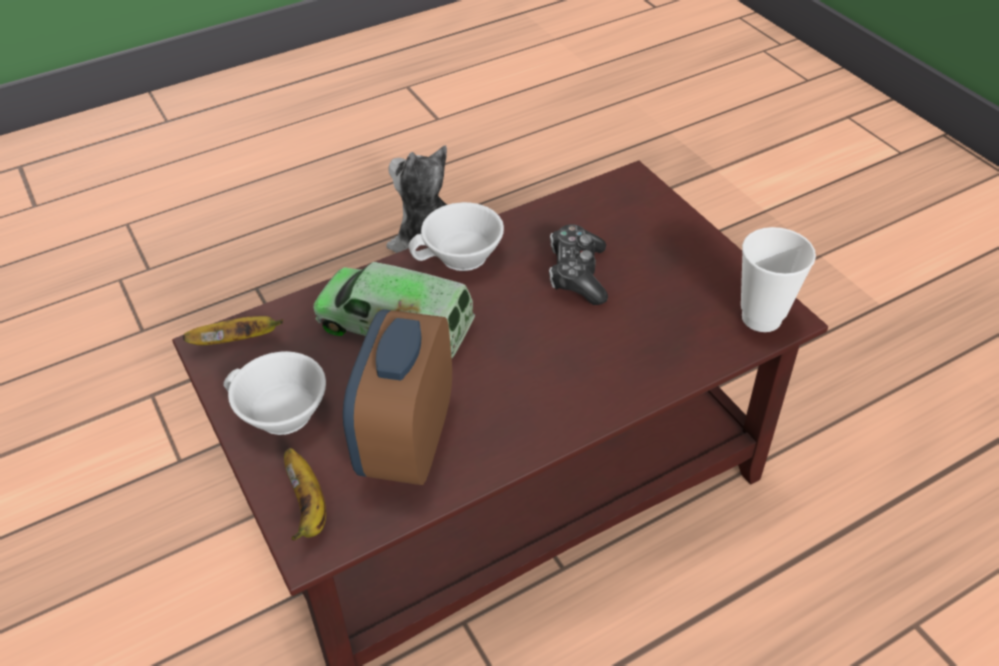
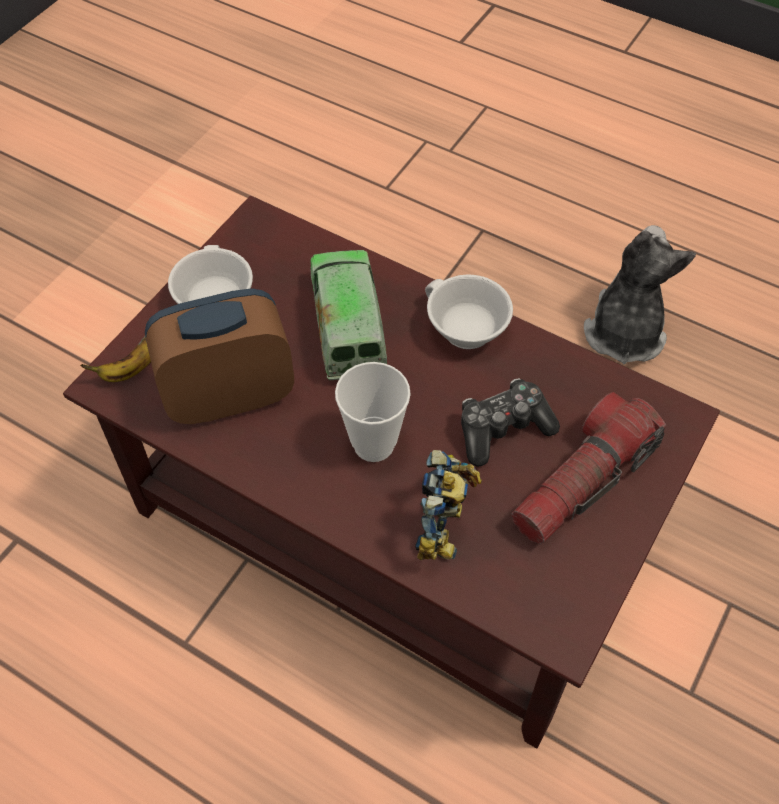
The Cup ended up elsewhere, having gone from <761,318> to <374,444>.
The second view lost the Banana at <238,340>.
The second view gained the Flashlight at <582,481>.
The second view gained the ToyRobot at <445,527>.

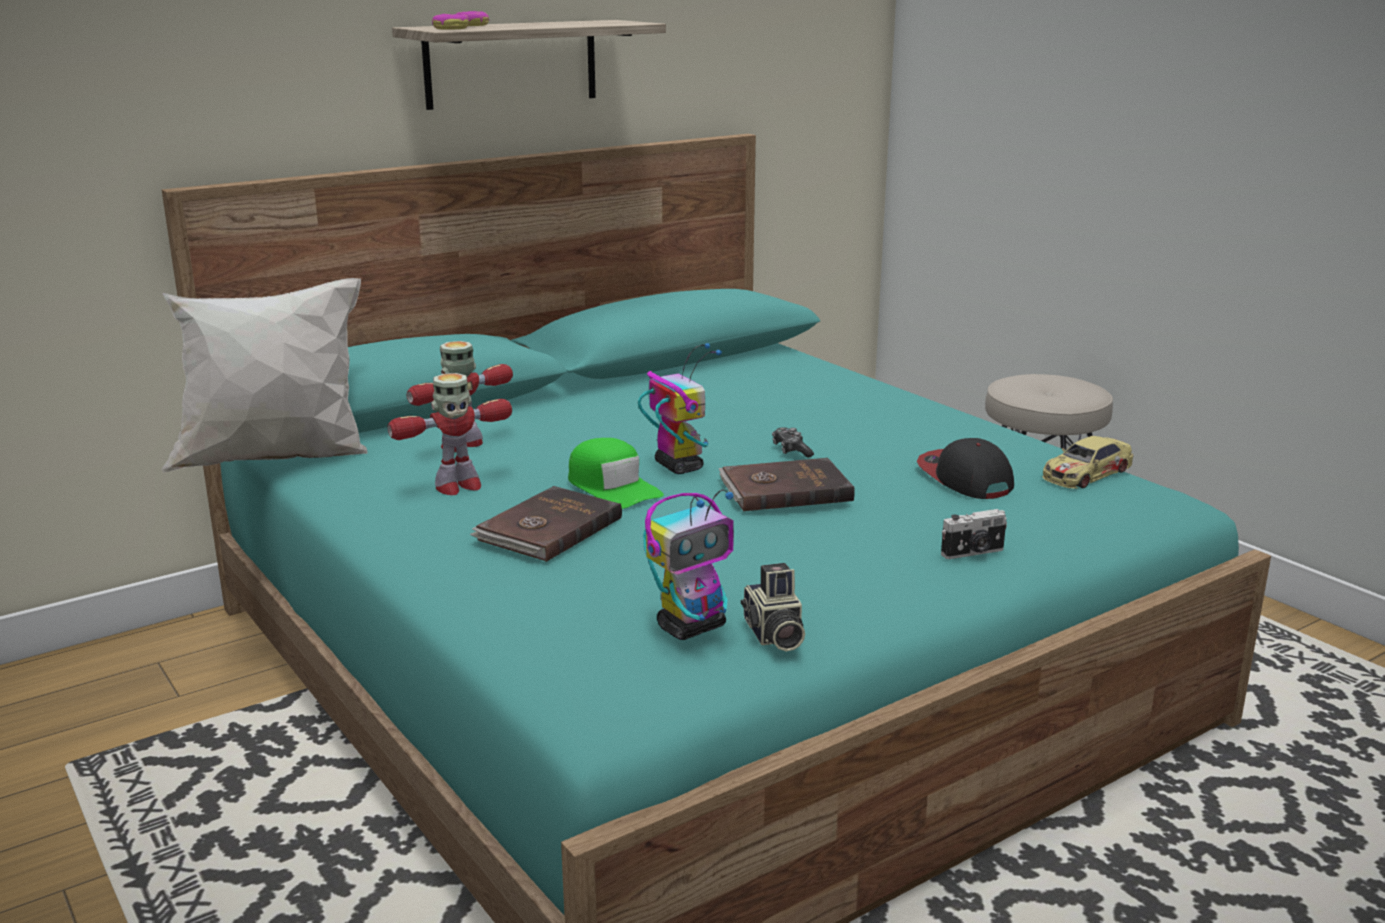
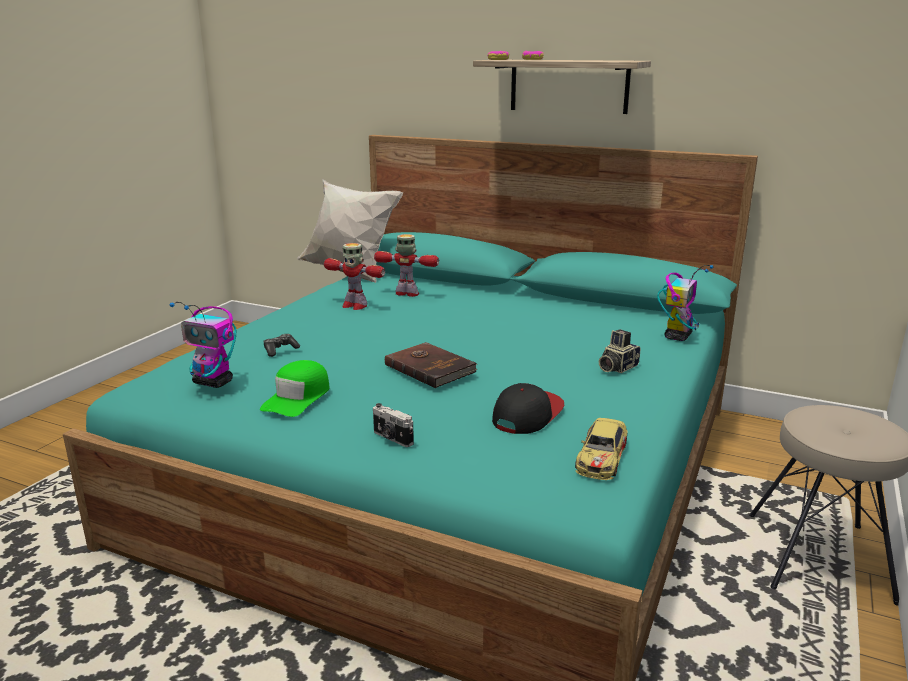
The ToyRobot ended up elsewhere, having gone from <678,466> to <678,336>.
The GameController ended up elsewhere, having gone from <791,450> to <280,350>.
The ToyCar at <1086,473> ended up facing another way, 90 degrees counterclockwise from before.
The GreenCap ended up elsewhere, having gone from <612,487> to <297,398>.
The second view lost the BrownBook at <547,529>.
The PhotoCamera ended up elsewhere, having gone from <773,635> to <616,367>.

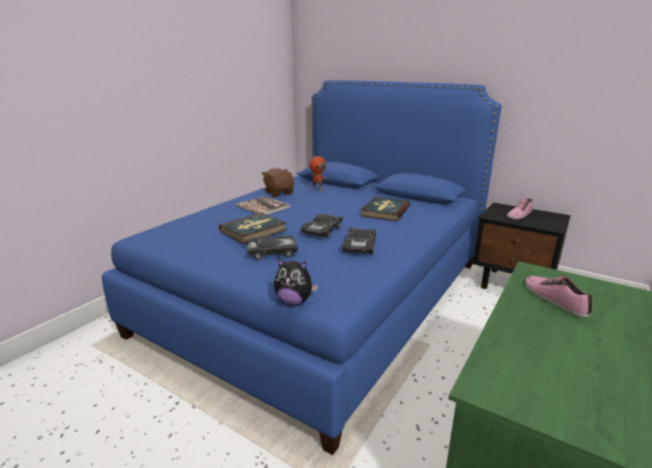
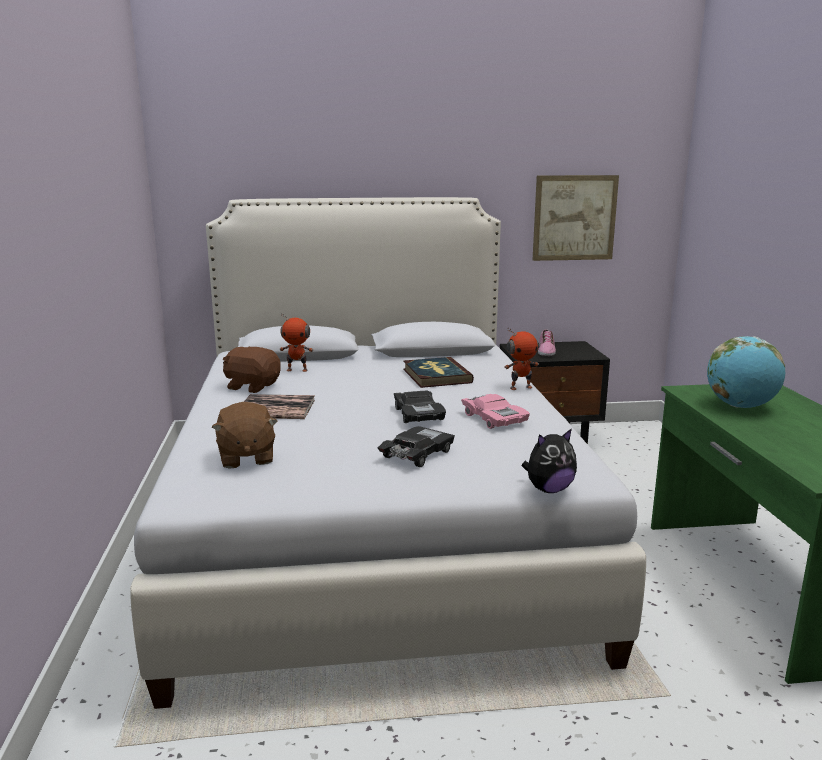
What was the BlueBed at <322,295> turned into the WhiteBed at <373,525>.
The second view lost the Book at <253,230>.
What was the BlackToyCar at <360,247> turned into the PinkToyCar at <494,418>.
Where the Shoe stood at <555,299>, the Globe came to stand at <740,406>.
The second view gained the Picture at <574,218>.
The second view gained the ToyRobot at <520,387>.
The second view gained the BrownPlushToy at <246,457>.

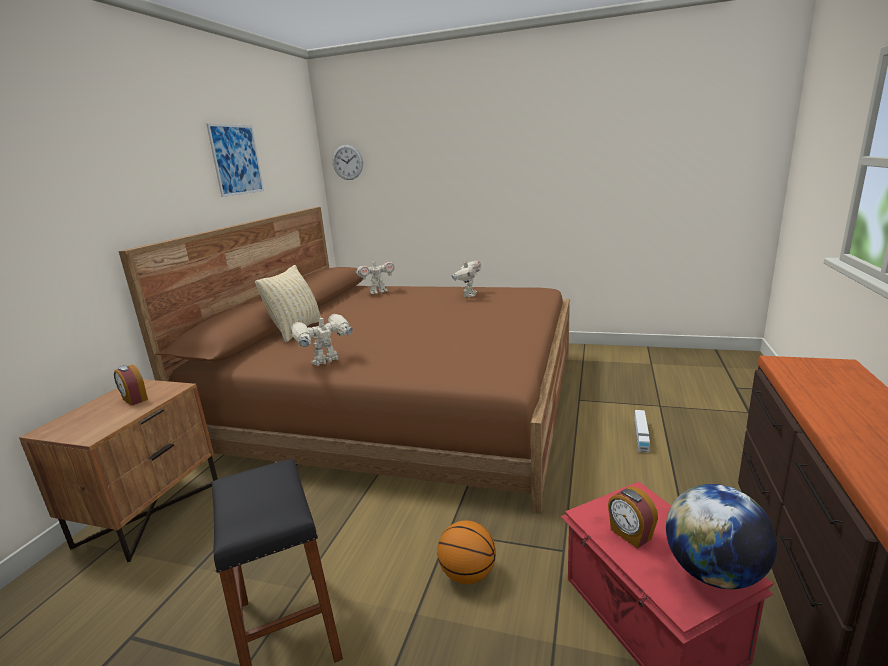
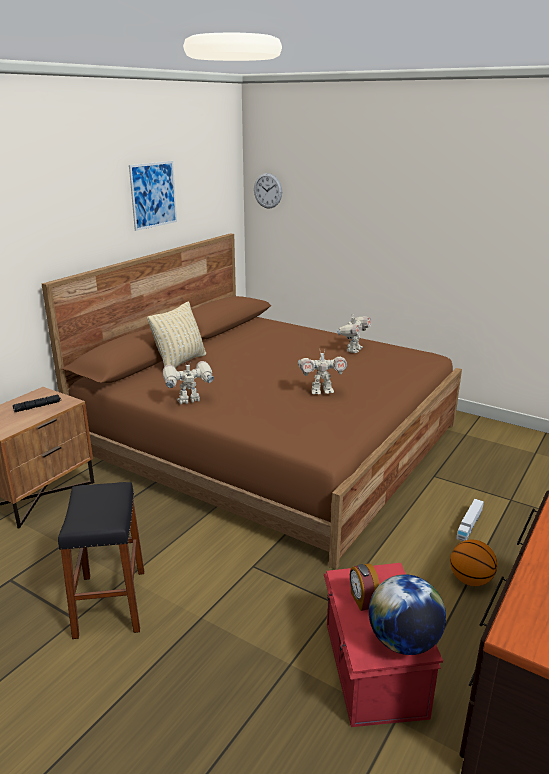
The ToyRobot ended up elsewhere, having gone from <378,292> to <321,391>.
Where the AlarmClock stood at <134,400>, the BlackFlashlight came to stand at <38,407>.
The Basketball ended up elsewhere, having gone from <467,574> to <470,580>.

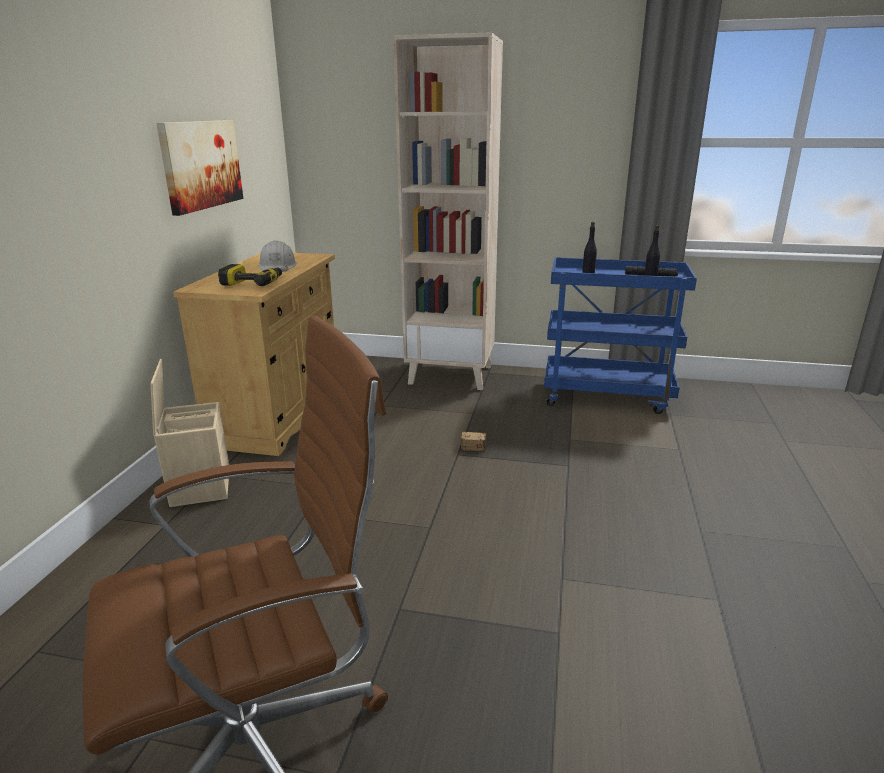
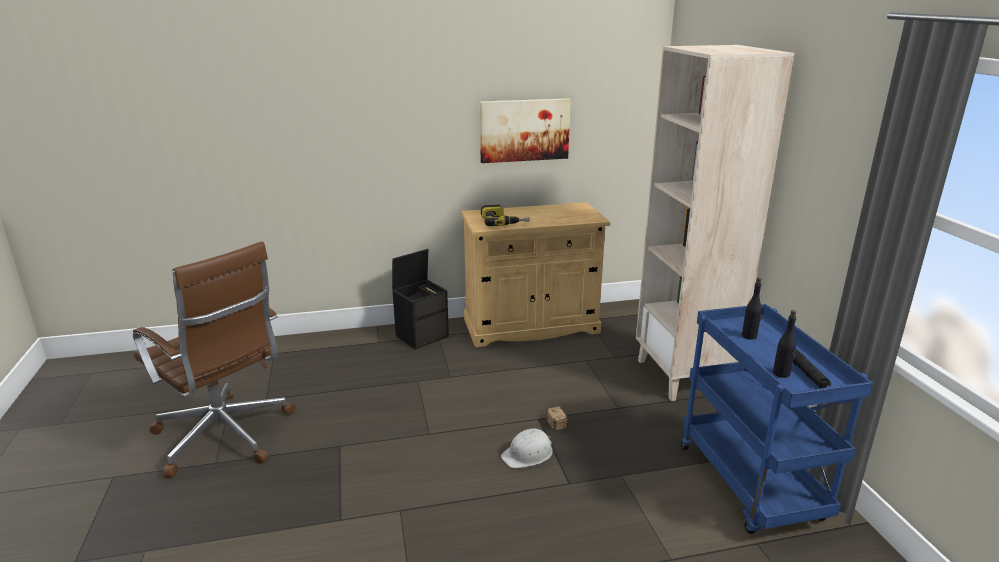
The WhiteHardHat ended up elsewhere, having gone from <278,266> to <528,454>.
What was the BeigeStorageBox at <199,485> turned into the BlackStorageBox at <422,335>.

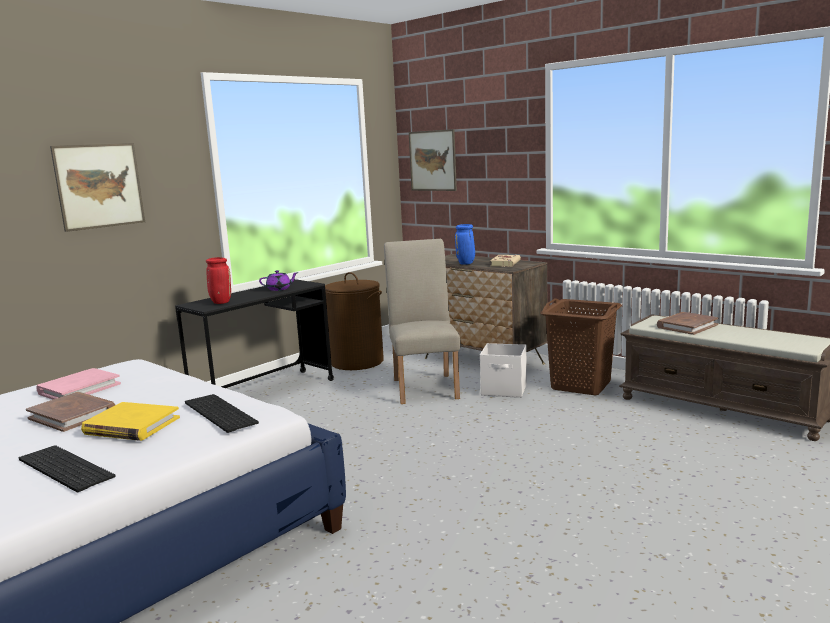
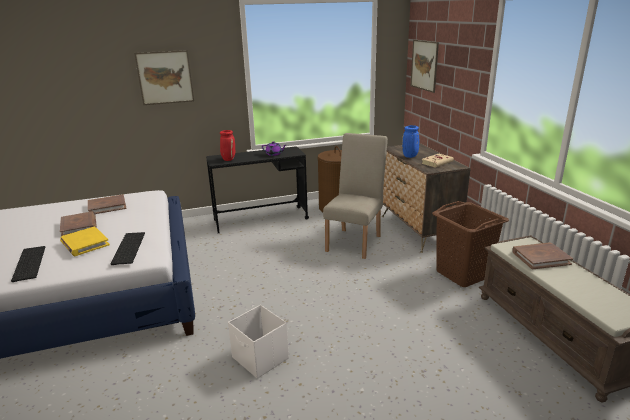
The WhiteStorageBox ended up elsewhere, having gone from <505,390> to <260,359>.
What was the PinkBook at <79,389> turned into the BrownBook at <107,206>.

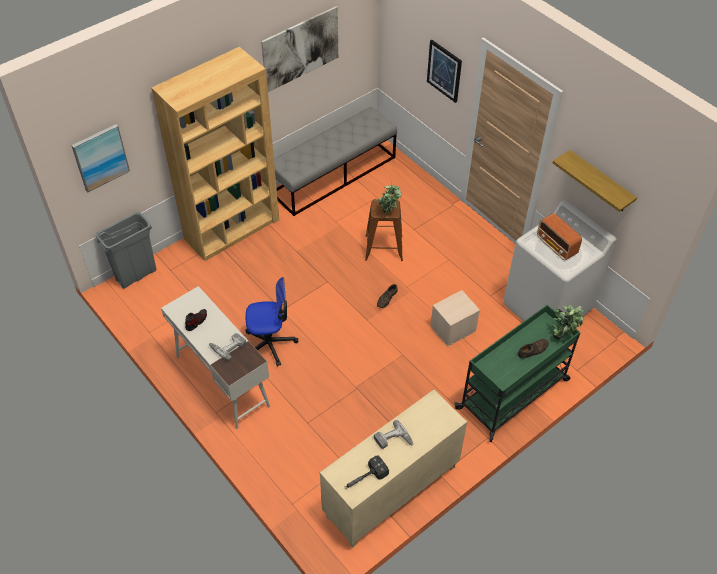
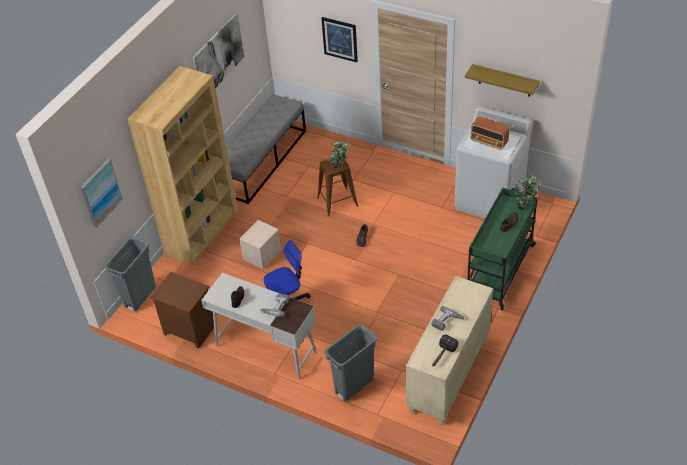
The BeigeStorageBox ended up elsewhere, having gone from <453,329> to <262,255>.
The second view gained the BrownNightstand at <189,330>.
The second view gained the GreyTrashCan at <354,386>.

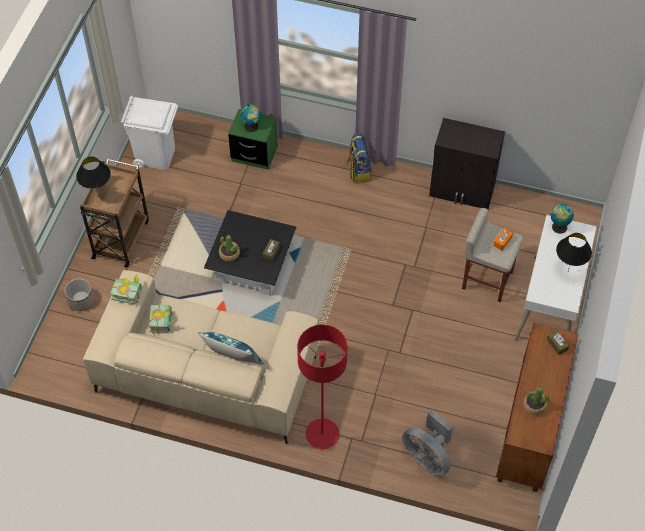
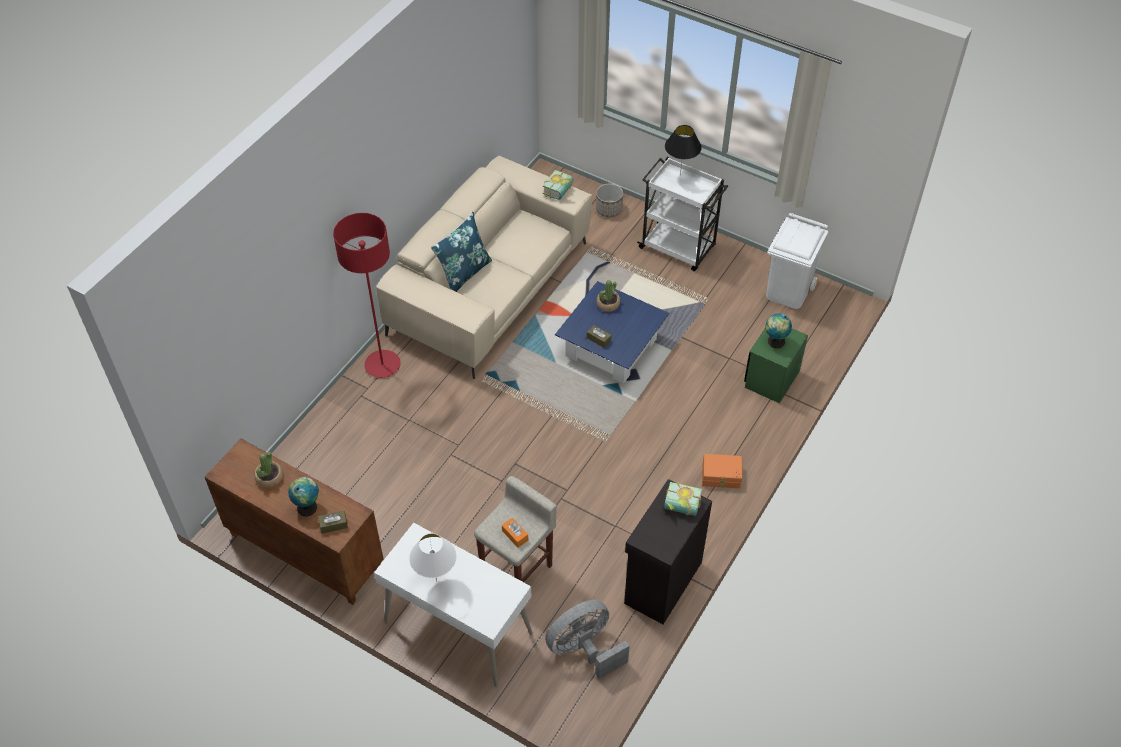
Where the Backpack stood at <358,171>, the OrangeStorageBox came to stand at <721,476>.
What was the BrownCart at <121,238> turned into the WhiteCart at <678,248>.
The Globe ended up elsewhere, having gone from <558,227> to <308,506>.
What was the BlackCoffeeTable at <252,265> turned into the BlueCoffeeTable at <611,347>.
What was the BlackTableLamp at <567,271> turned into the WhiteTableLamp at <436,581>.
The Book ended up elsewhere, having gone from <164,322> to <681,508>.
The GreyFan ended up elsewhere, having gone from <427,457> to <584,649>.

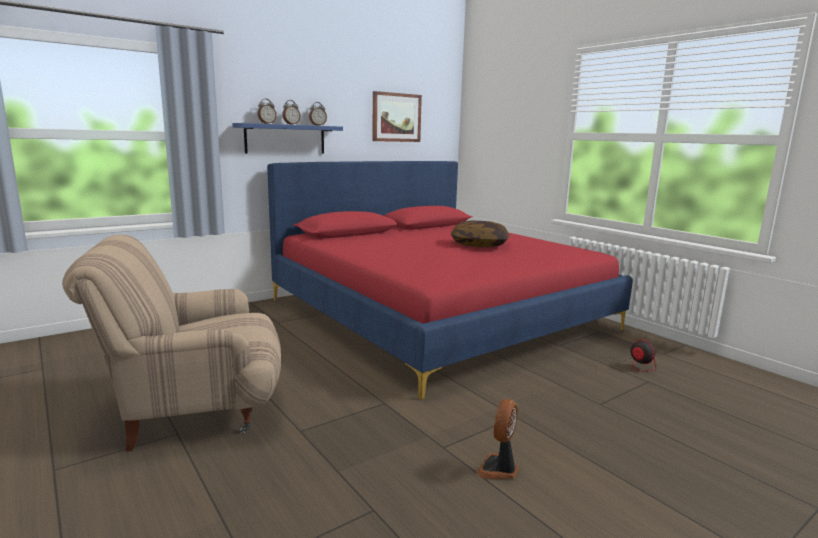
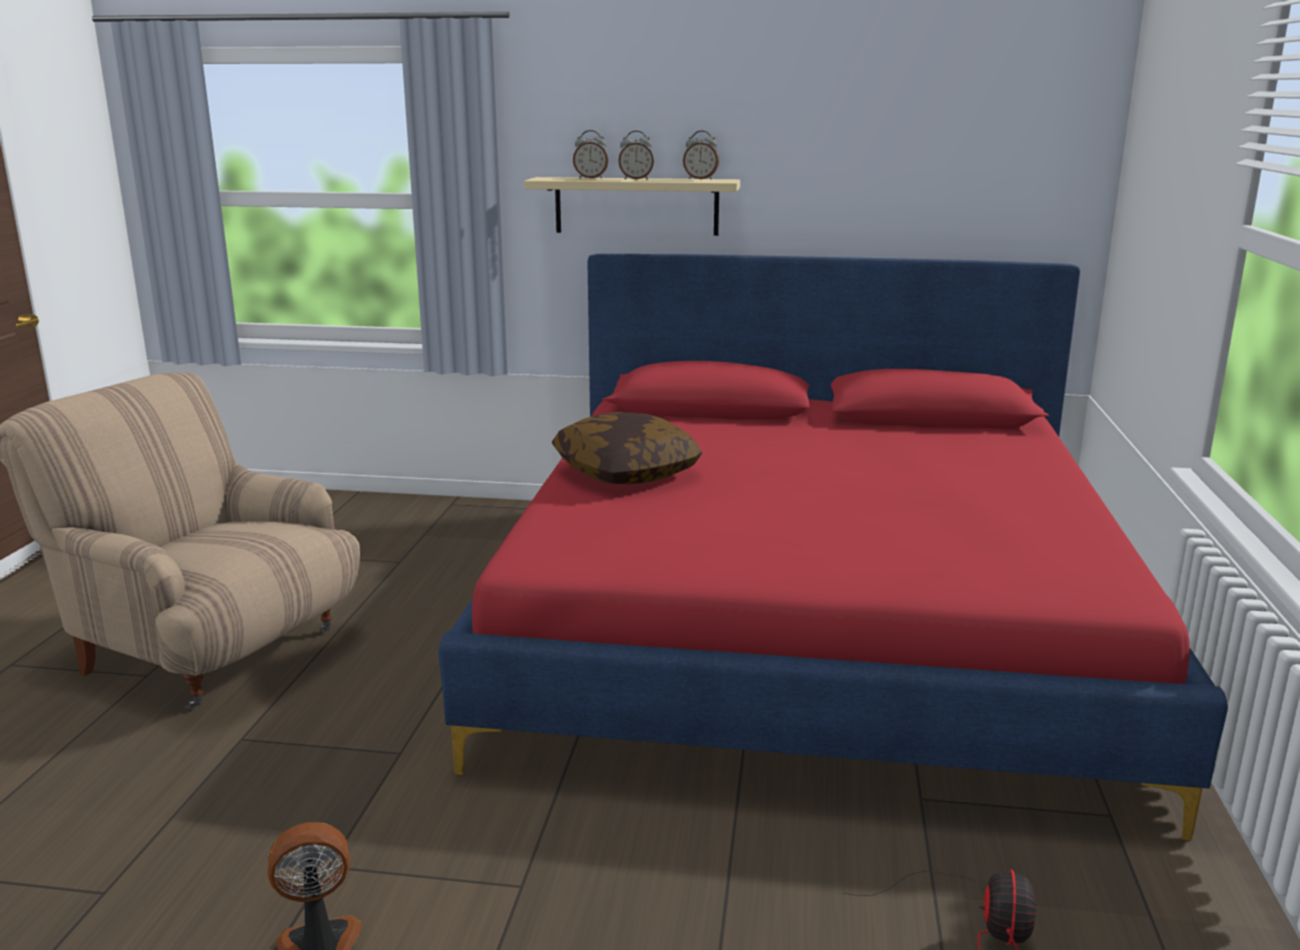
The second view lost the Picture at <396,117>.
What was the BlueShelf at <285,139> turned into the BeigeShelf at <636,206>.
The Pillow ended up elsewhere, having gone from <479,245> to <625,472>.

